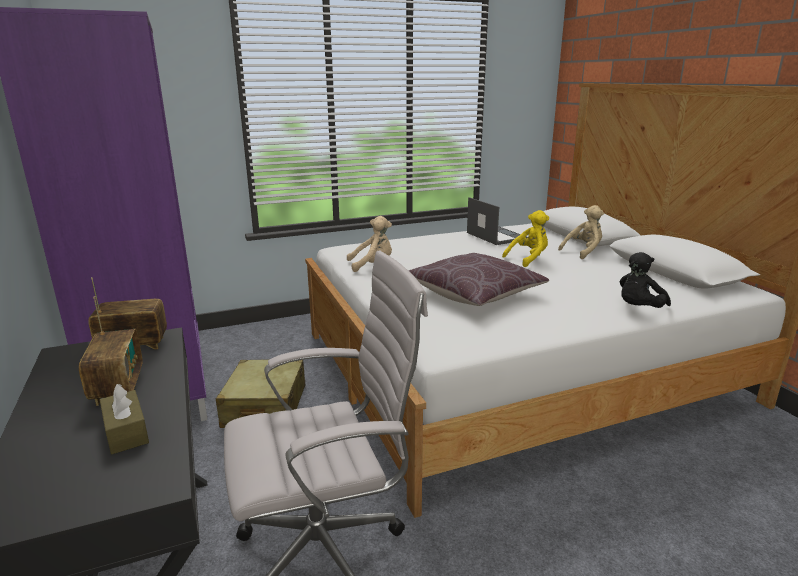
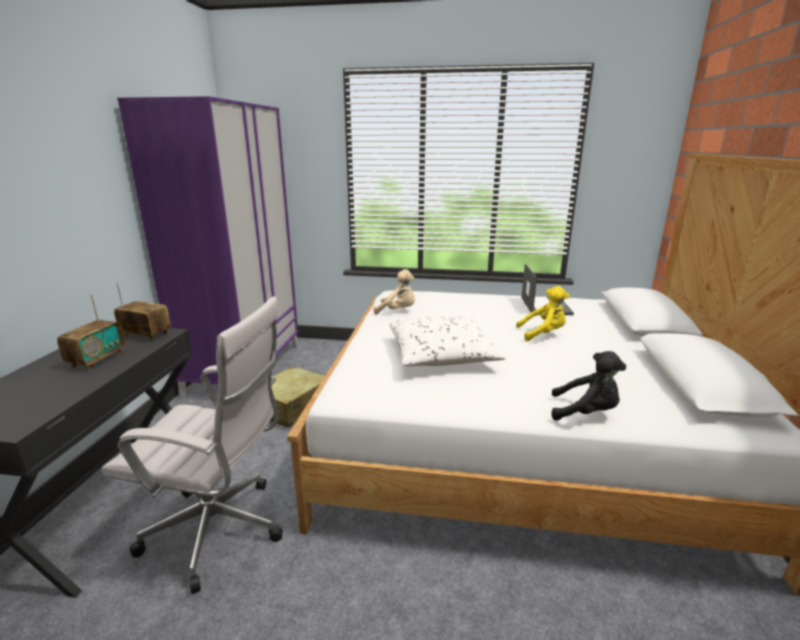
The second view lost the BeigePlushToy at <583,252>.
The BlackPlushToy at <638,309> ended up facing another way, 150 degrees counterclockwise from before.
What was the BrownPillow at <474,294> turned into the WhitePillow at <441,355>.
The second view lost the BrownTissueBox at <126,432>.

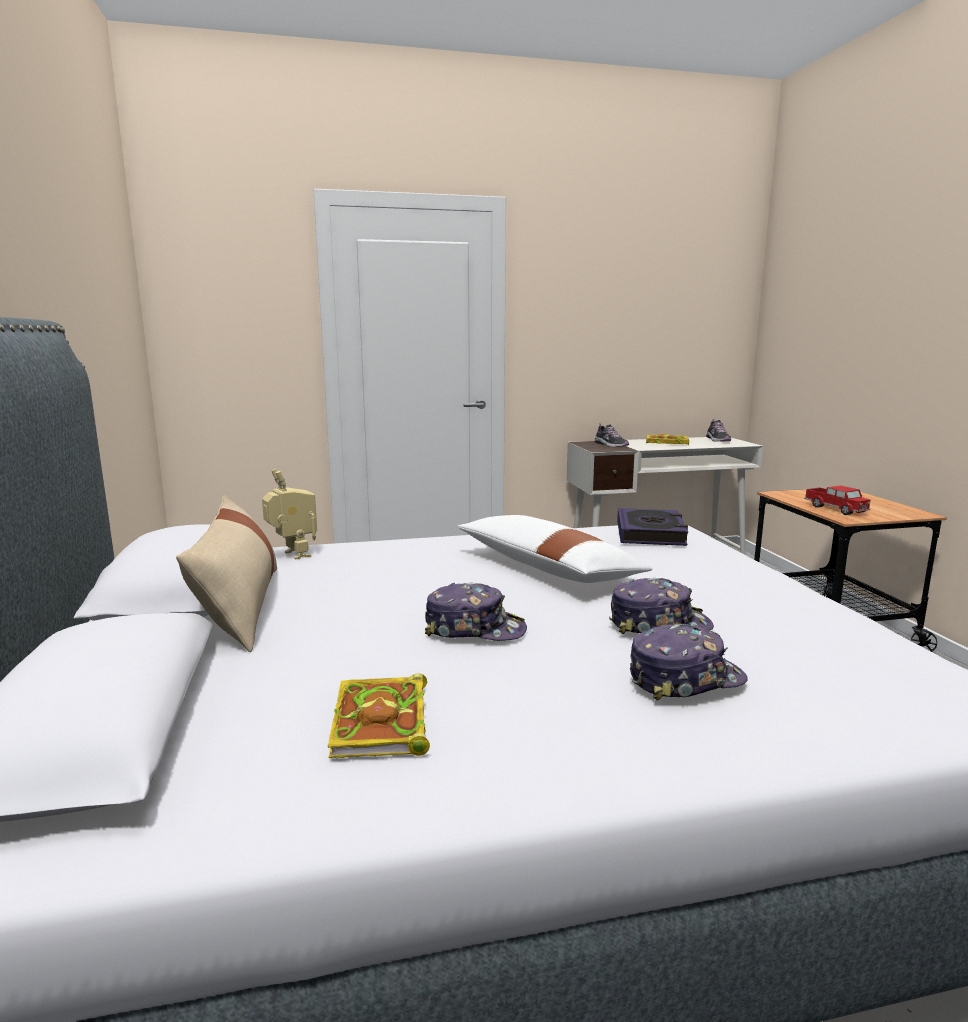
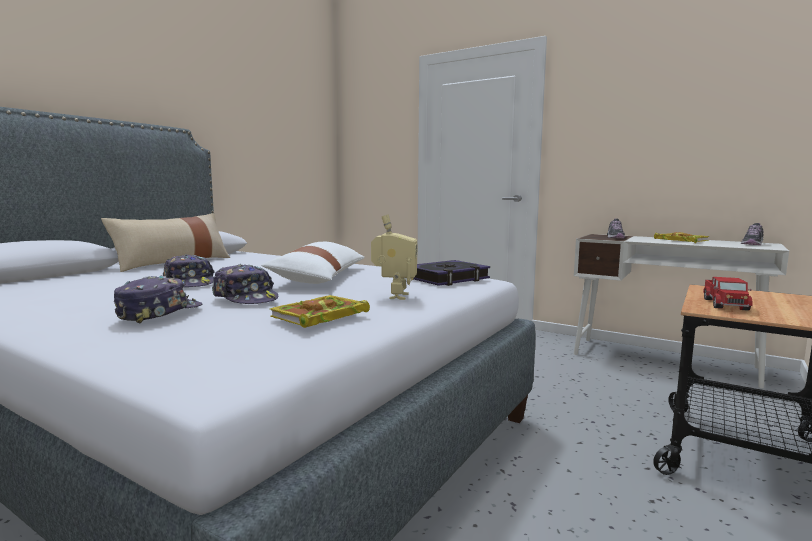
The ToyRobot ended up elsewhere, having gone from <292,555> to <394,296>.
The Cap at <685,678> ended up facing another way, 90 degrees counterclockwise from before.
The Book ended up elsewhere, having gone from <382,724> to <319,316>.

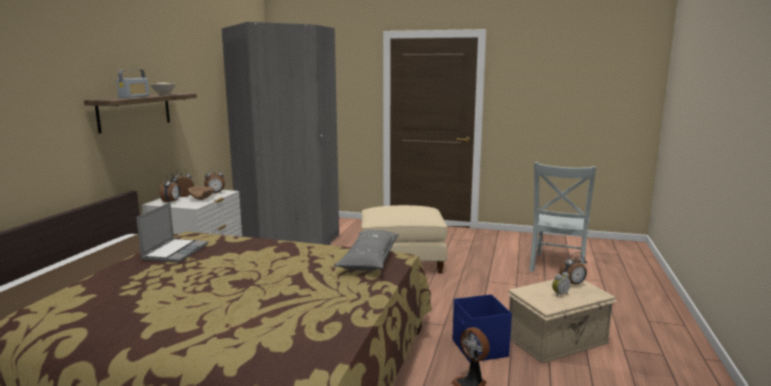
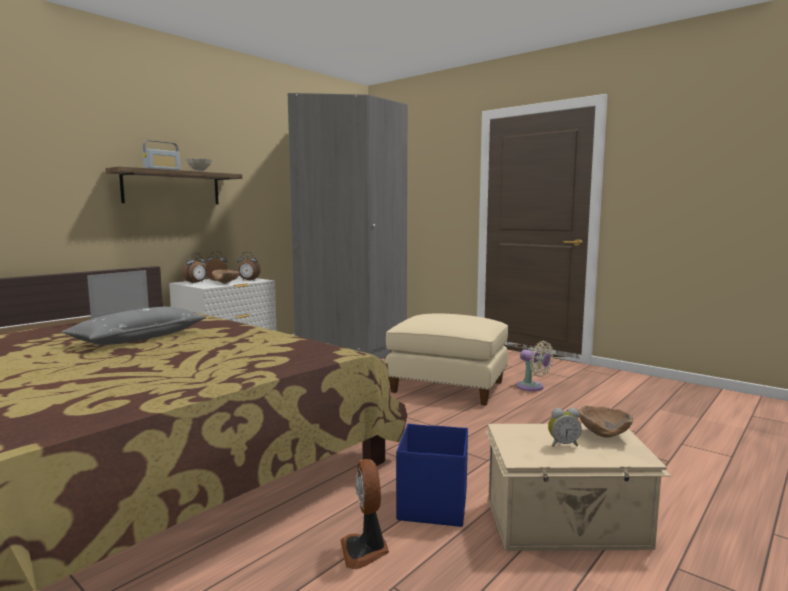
The second view lost the GreyChair at <557,267>.
The GreyPillow ended up elsewhere, having gone from <369,259> to <139,338>.
Where the AlarmClock stood at <573,284>, the BrownBowl came to stand at <604,435>.
The second view gained the BeigeFan at <532,387>.

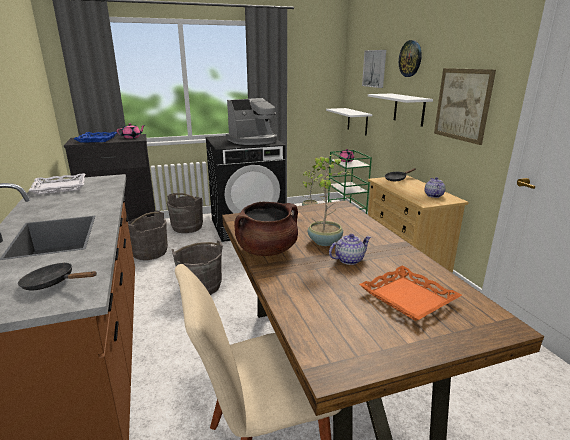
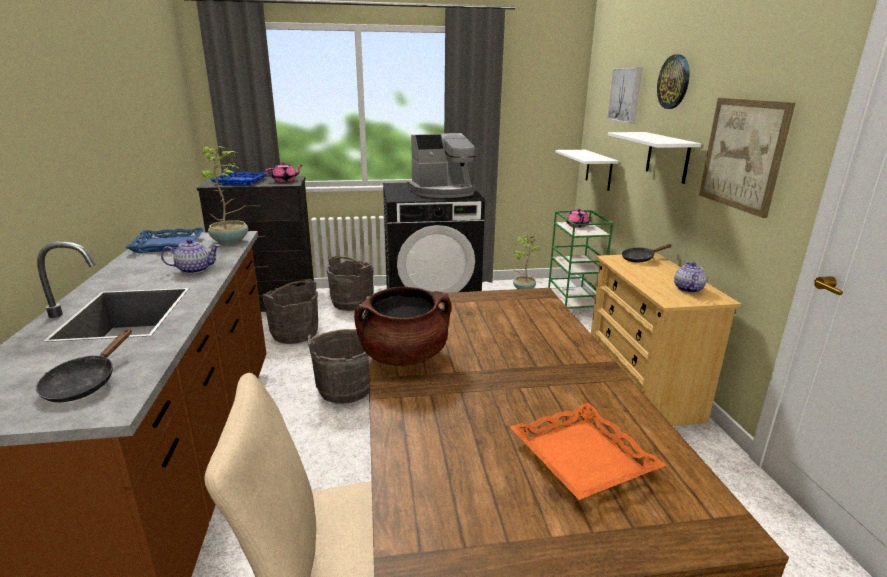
The PottedPlant ended up elsewhere, having gone from <325,241> to <231,241>.
What was the WhiteTray at <60,187> turned into the BlueTray at <168,245>.
The Teapot ended up elsewhere, having gone from <349,260> to <194,269>.
The BlackFryingPan at <53,283> ended up facing another way, 105 degrees counterclockwise from before.

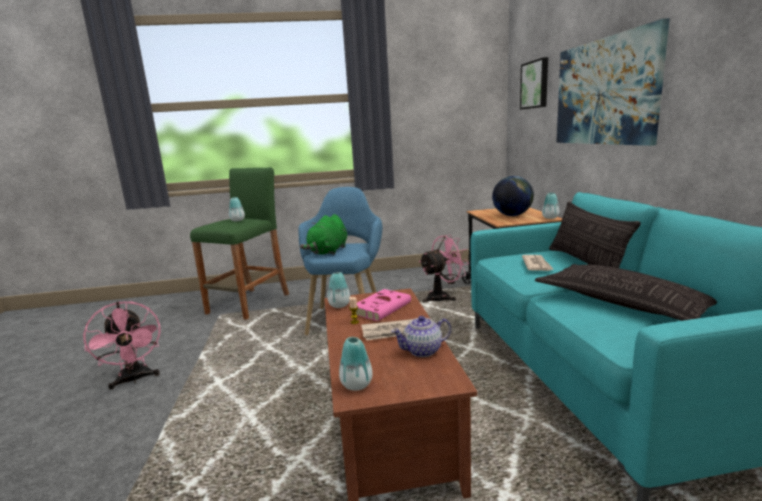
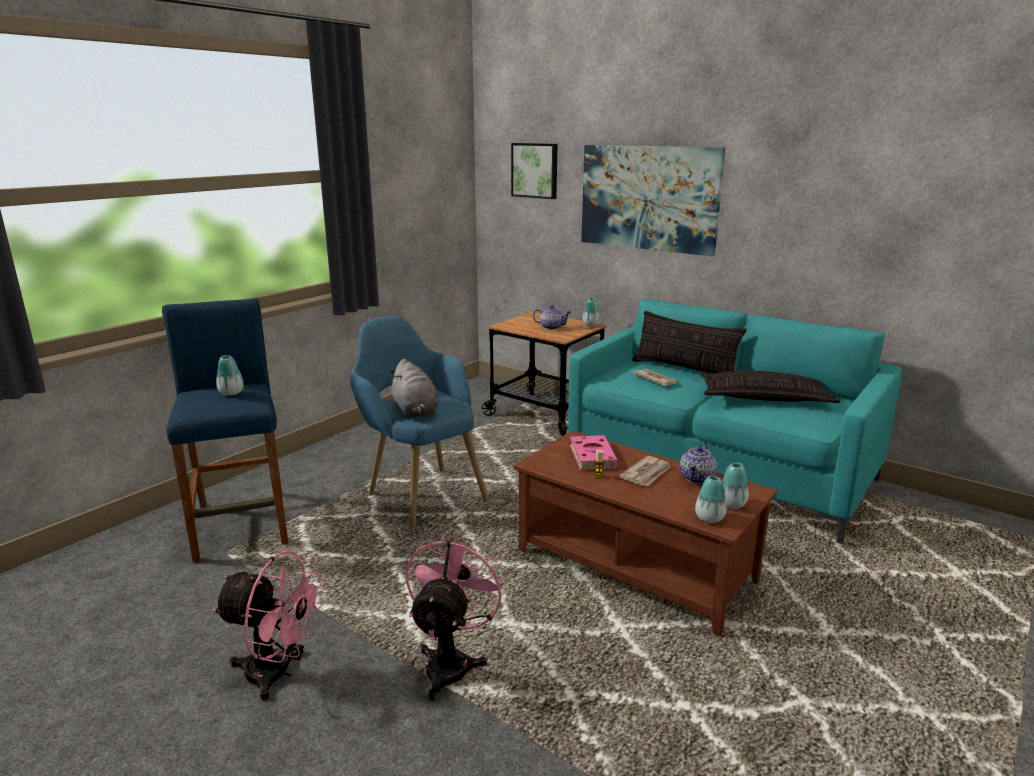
What was the GreenStool at <249,304> turned into the BlueStool at <242,524>.
Where the Globe stood at <512,216>, the Teapot came to stand at <551,327>.
What was the GreenPlushToy at <328,252> turned into the GreyPlushToy at <415,411>.
The PinkFan ended up elsewhere, having gone from <442,297> to <451,662>.
The Vase ended up elsewhere, having gone from <339,305> to <732,504>.

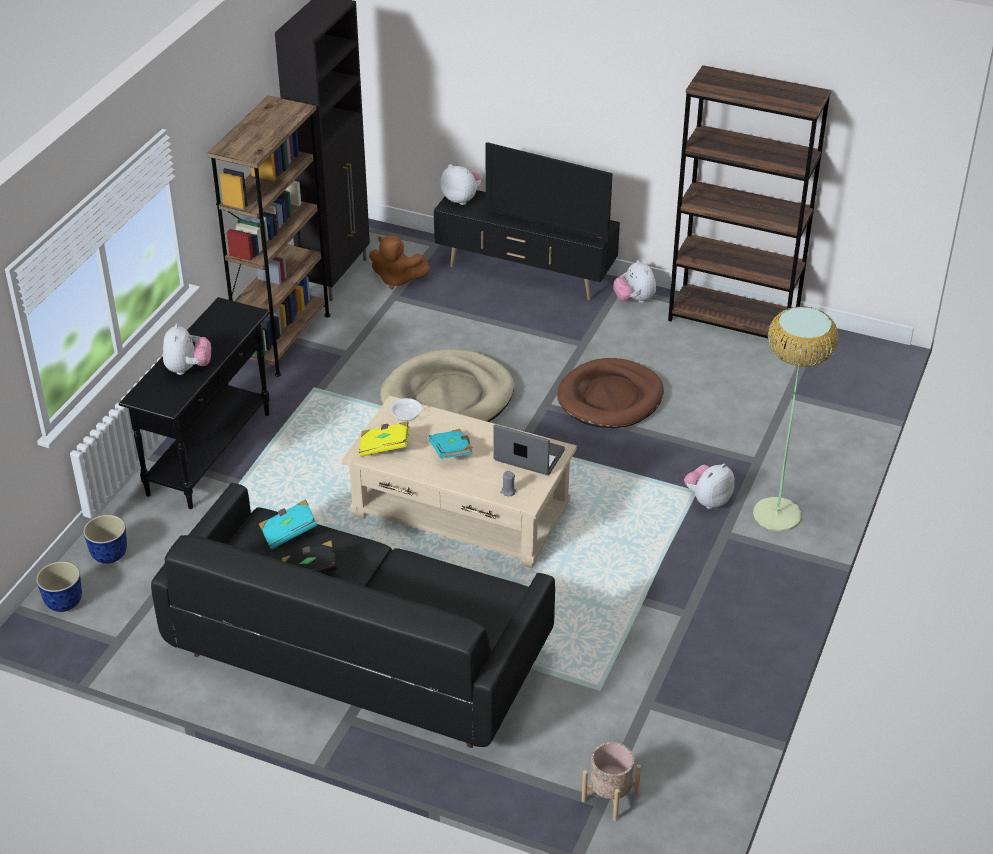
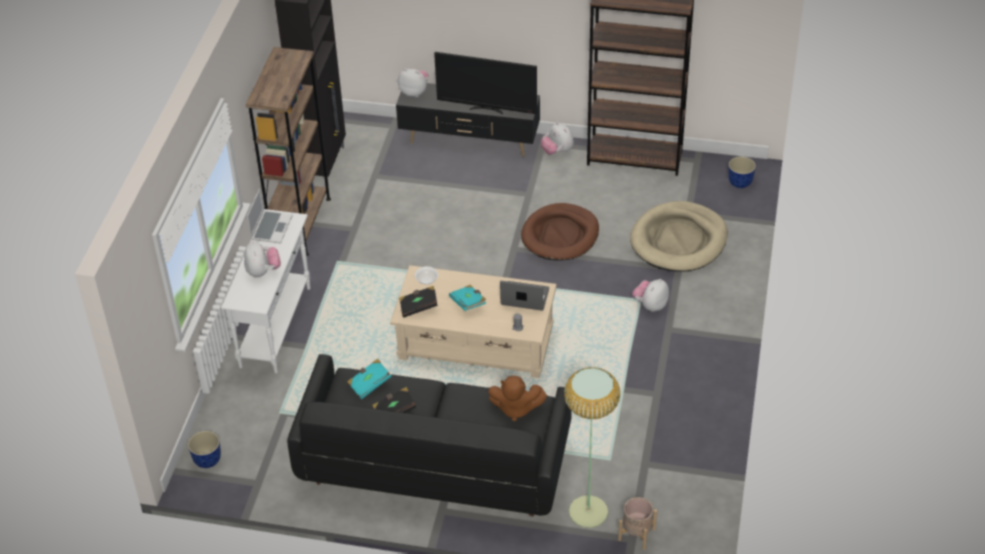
The BrownPlushToy ended up elsewhere, having gone from <397,279> to <515,408>.
What was the BlackConsoleTable at <210,453> turned into the WhiteConsoleTable at <276,326>.
The FloorLamp ended up elsewhere, having gone from <776,514> to <588,512>.
The BeigeDogBed ended up elsewhere, having gone from <448,397> to <679,240>.
What was the YellowBook at <384,447> turned into the BlackBook at <418,307>.
The Planter ended up elsewhere, having gone from <109,555> to <740,183>.
The second view gained the Laptop at <271,227>.

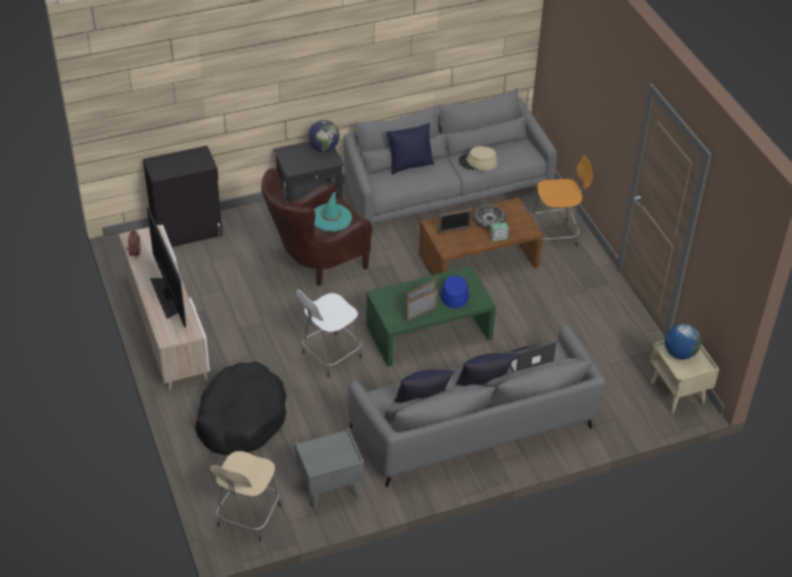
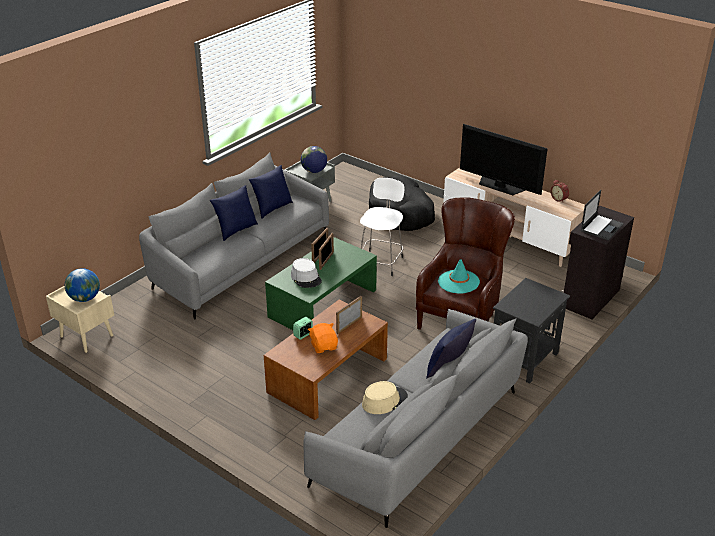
The Globe ended up elsewhere, having gone from <324,148> to <314,171>.
The second view lost the OrangeStool at <555,235>.
Where the Bowl stood at <489,221>, the OrangePlushToy came to stand at <324,346>.
What was the BlueHat at <454,293> turned into the GreyHat at <306,278>.
The Laptop ended up elsewhere, having gone from <526,360> to <601,227>.
The second view lost the BeigeStool at <248,517>.

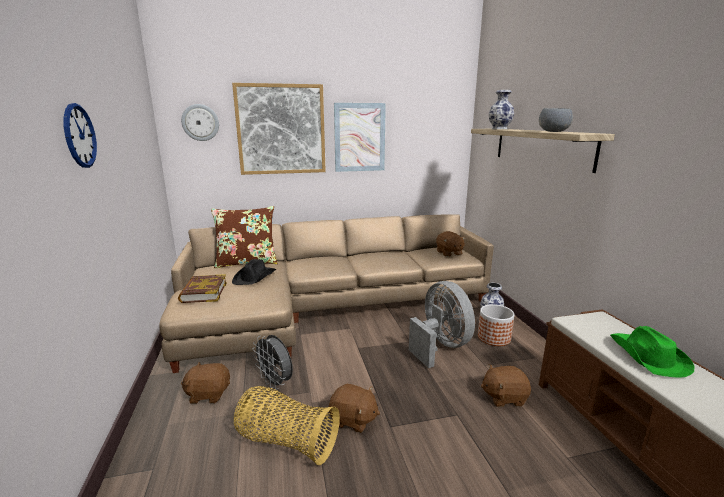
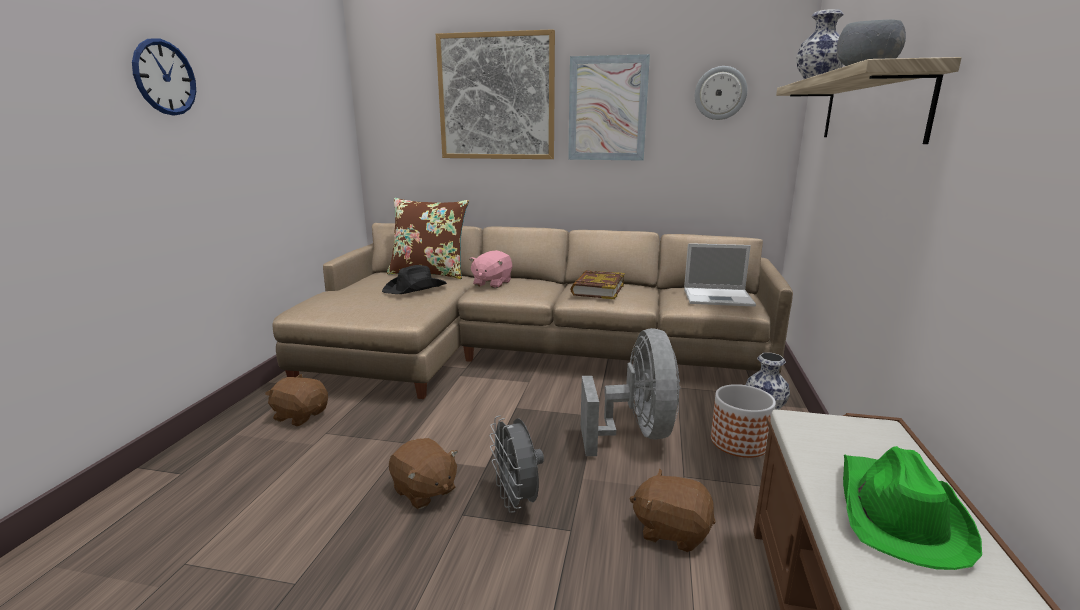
The WallClock ended up elsewhere, having gone from <200,122> to <720,93>.
Where the BrownPlushToy stood at <449,253>, the Laptop came to stand at <719,297>.
The Book ended up elsewhere, having gone from <203,292> to <597,289>.
The GreyFan ended up elsewhere, having gone from <276,383> to <517,500>.
The second view lost the Basket at <286,441>.
The second view gained the PinkPlushToy at <491,283>.

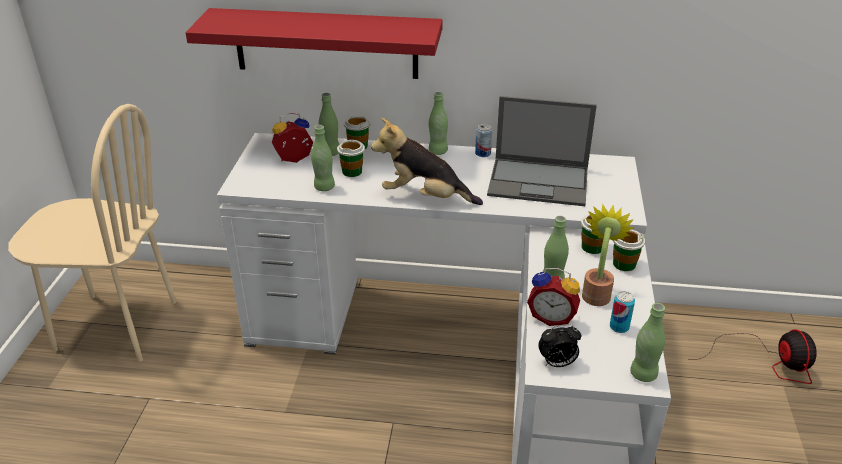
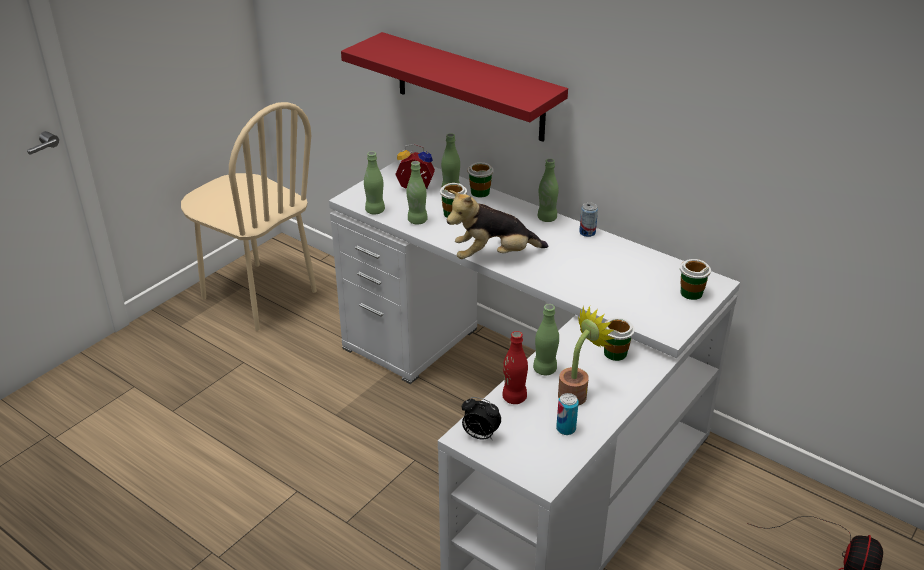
The second view lost the Laptop at <540,182>.
The PlushToy at <425,197> ended up facing another way, 60 degrees counterclockwise from before.
The Cup ended up elsewhere, having gone from <624,264> to <691,293>.
Where the AlarmClock stood at <552,317>, the RedBottle came to stand at <514,398>.
The GreenBottle ended up elsewhere, having gone from <643,374> to <375,210>.

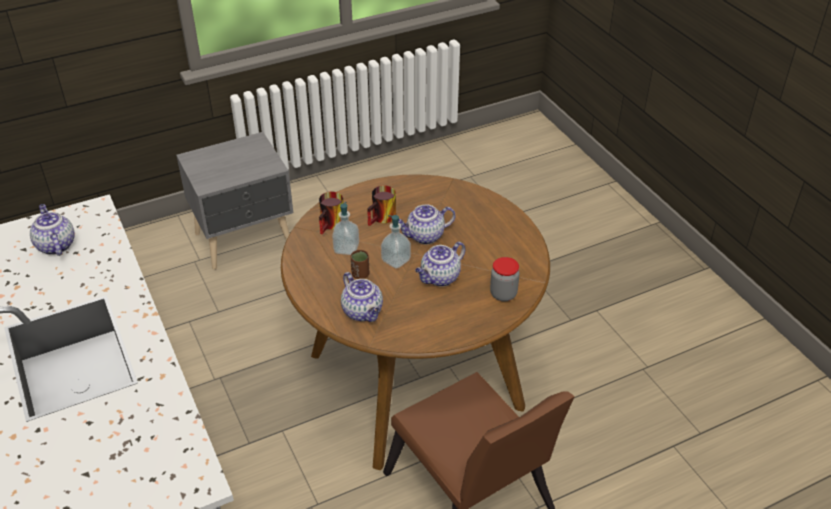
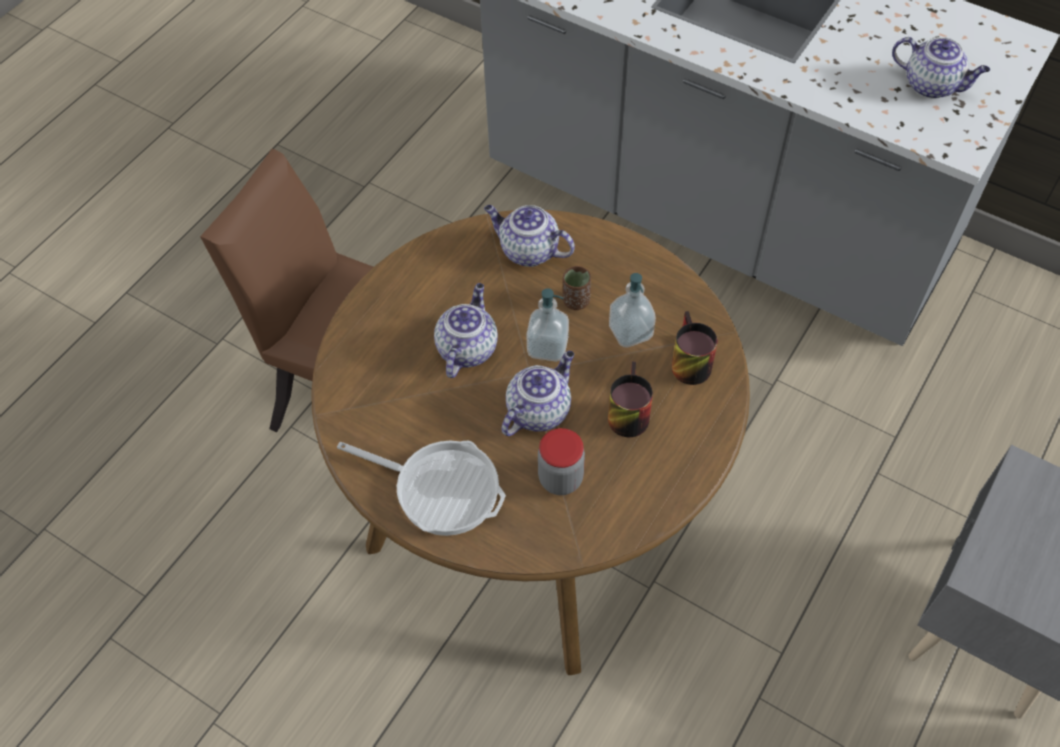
The Jar ended up elsewhere, having gone from <503,294> to <560,479>.
The second view gained the FryingPan at <440,488>.

